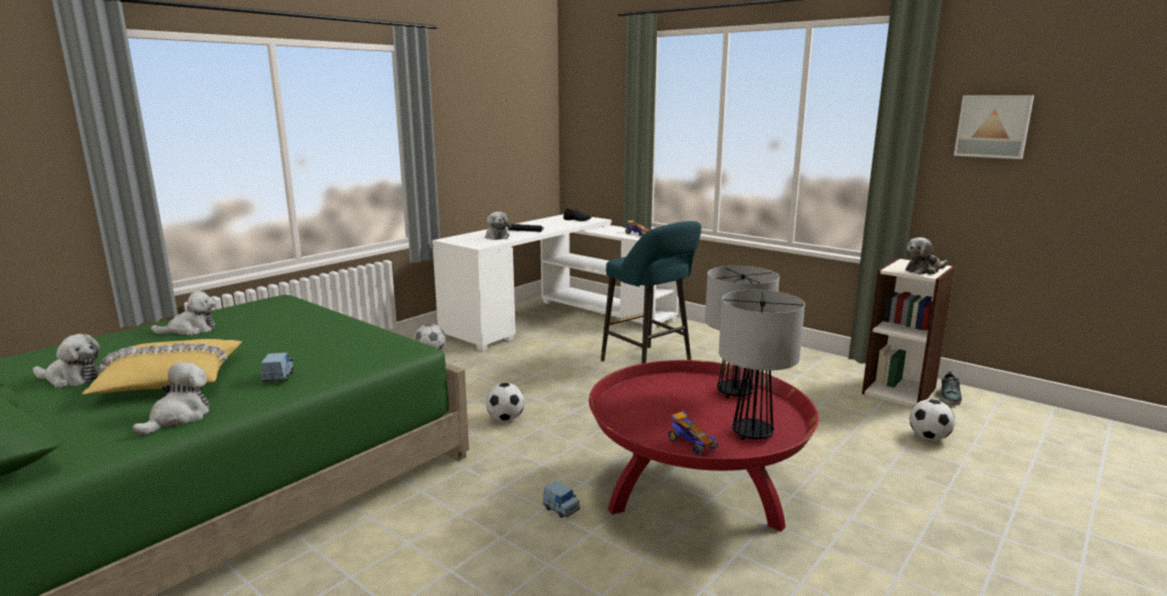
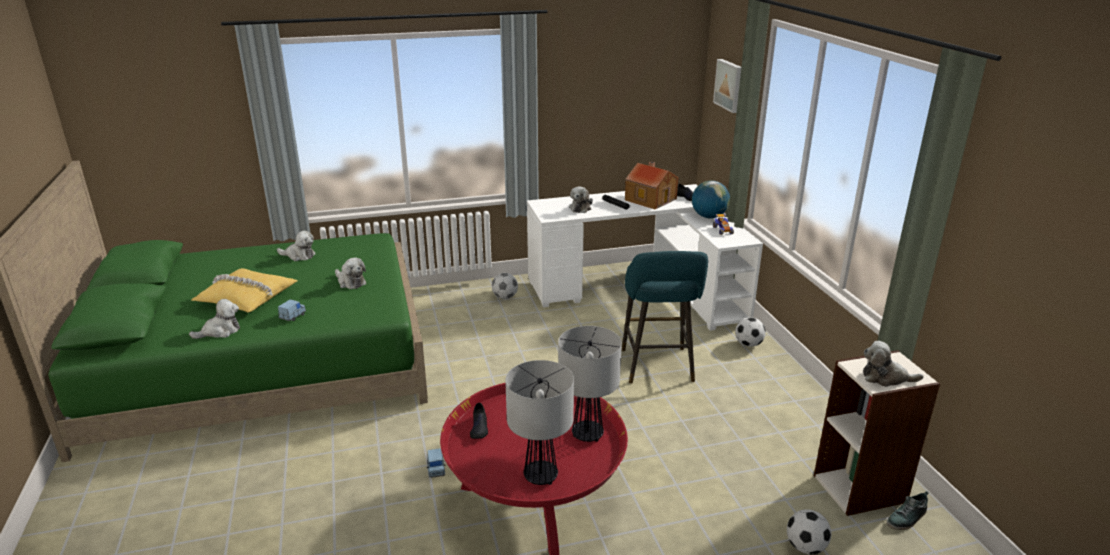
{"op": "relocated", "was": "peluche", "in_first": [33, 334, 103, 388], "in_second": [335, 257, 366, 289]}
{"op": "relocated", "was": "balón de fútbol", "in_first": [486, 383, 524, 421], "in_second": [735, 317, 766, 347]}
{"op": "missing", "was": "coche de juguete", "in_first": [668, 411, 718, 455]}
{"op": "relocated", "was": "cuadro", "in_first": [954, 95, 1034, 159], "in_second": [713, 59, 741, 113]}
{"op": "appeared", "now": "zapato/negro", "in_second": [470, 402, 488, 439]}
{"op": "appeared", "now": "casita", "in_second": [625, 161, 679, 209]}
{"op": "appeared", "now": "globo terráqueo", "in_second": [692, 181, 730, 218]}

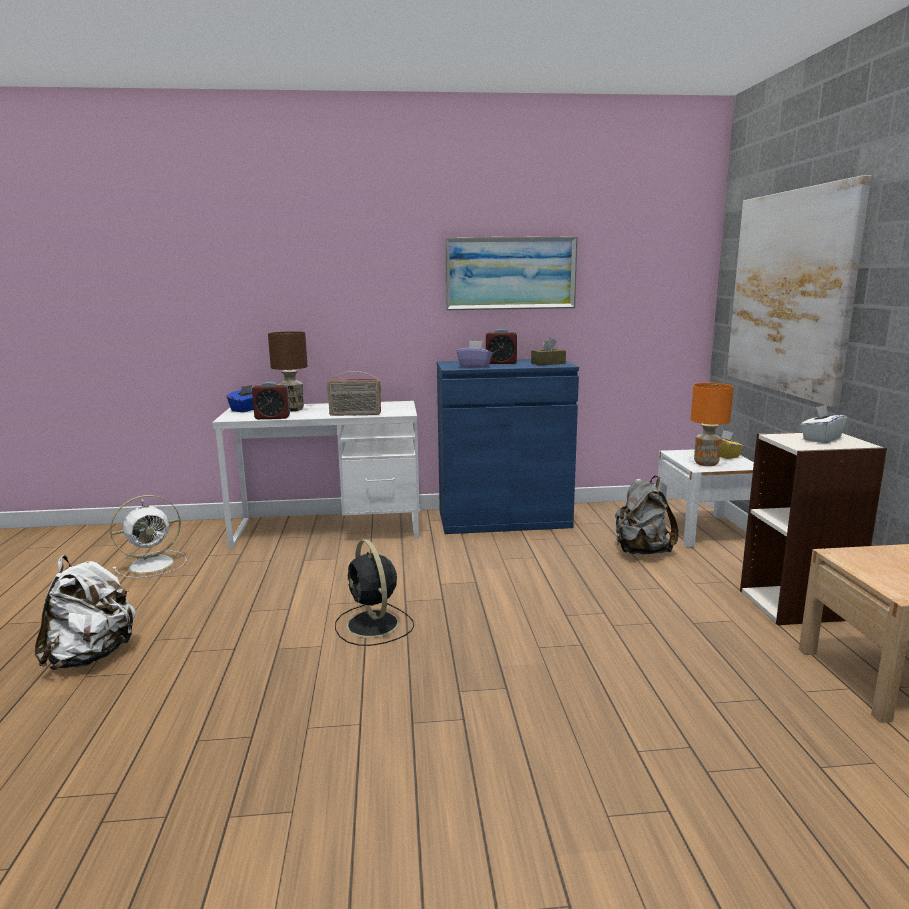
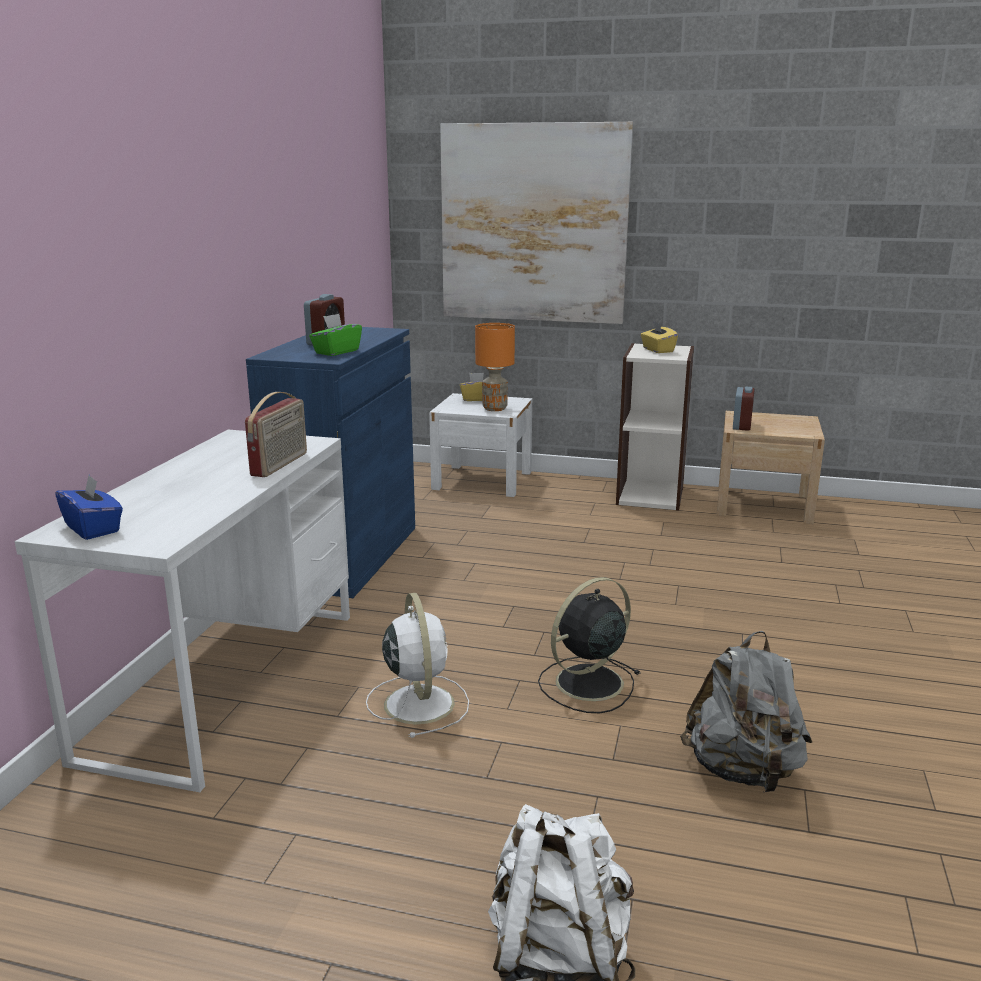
{"op": "relocated", "was": "ventilador/blanco", "in_first": [110, 495, 187, 578], "in_second": [366, 593, 469, 738]}
{"op": "relocated", "was": "despertador", "in_first": [252, 382, 290, 419], "in_second": [733, 387, 754, 431]}
{"op": "missing", "was": "lámpara de mesa/marrón", "in_first": [268, 331, 308, 411]}
{"op": "spun", "was": "ventilador/negro", "in_first": [335, 540, 414, 646], "in_second": [538, 577, 641, 713], "clockwise": 150}
{"op": "missing", "was": "cuadro", "in_first": [445, 236, 578, 310]}
{"op": "colour", "was": "caja de pañuelos/morado", "now": "caja de pañuelos/verde", "in_first": [457, 341, 493, 368], "in_second": [309, 314, 362, 356]}
{"op": "missing", "was": "caja de pañuelos/marrón", "in_first": [531, 337, 566, 365]}
{"op": "relocated", "was": "mochila/gris", "in_first": [615, 476, 678, 554], "in_second": [680, 631, 812, 793]}
{"op": "colour", "was": "caja de pañuelos/blanco", "now": "caja de pañuelos/amarillo", "in_first": [801, 405, 847, 444], "in_second": [641, 321, 678, 353]}

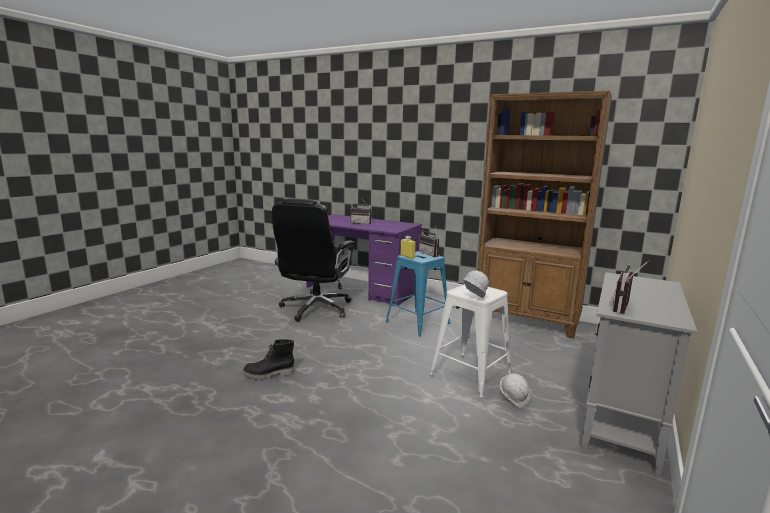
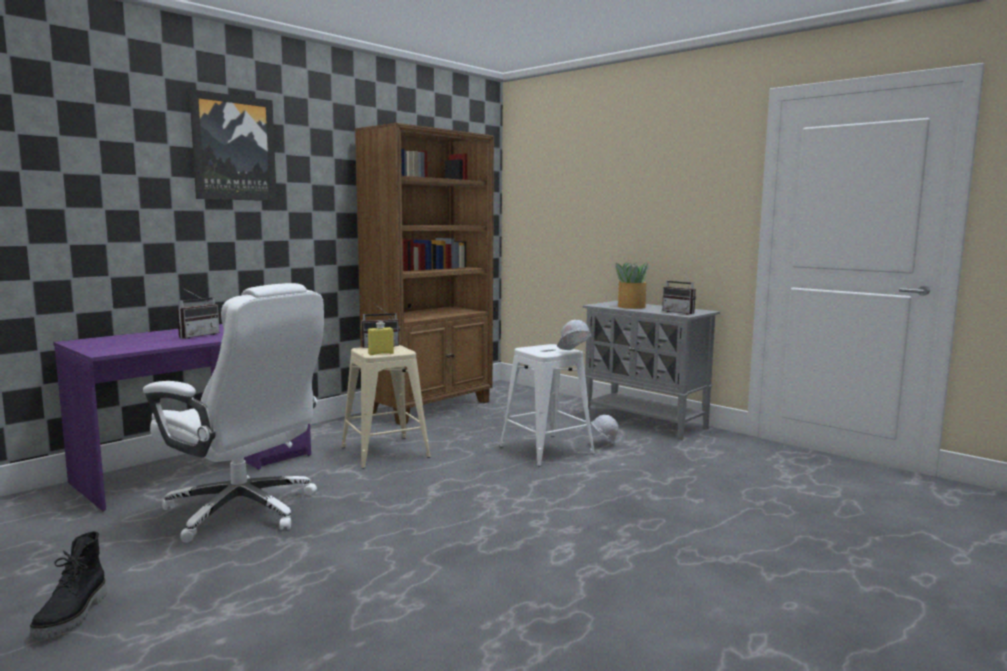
{"op": "relocated", "was": "bota/negro", "in_first": [242, 339, 294, 380], "in_second": [30, 531, 106, 639]}
{"op": "colour", "was": "silla de oficina/negro", "now": "silla de oficina/blanco", "in_first": [272, 199, 355, 322], "in_second": [143, 283, 324, 542]}
{"op": "colour", "was": "taburete/azul", "now": "taburete/beis", "in_first": [386, 251, 450, 336], "in_second": [341, 345, 431, 469]}
{"op": "appeared", "now": "cuadro", "in_second": [189, 89, 277, 201]}
{"op": "appeared", "now": "planta en maceta", "in_second": [615, 262, 648, 309]}

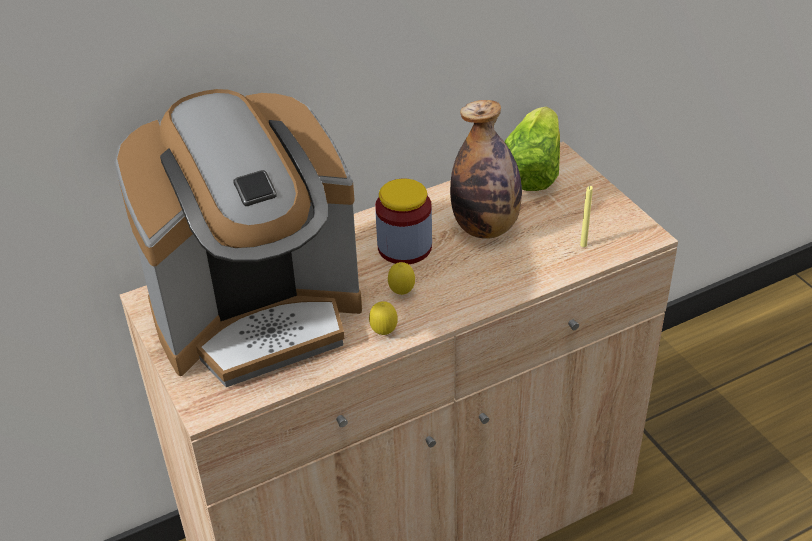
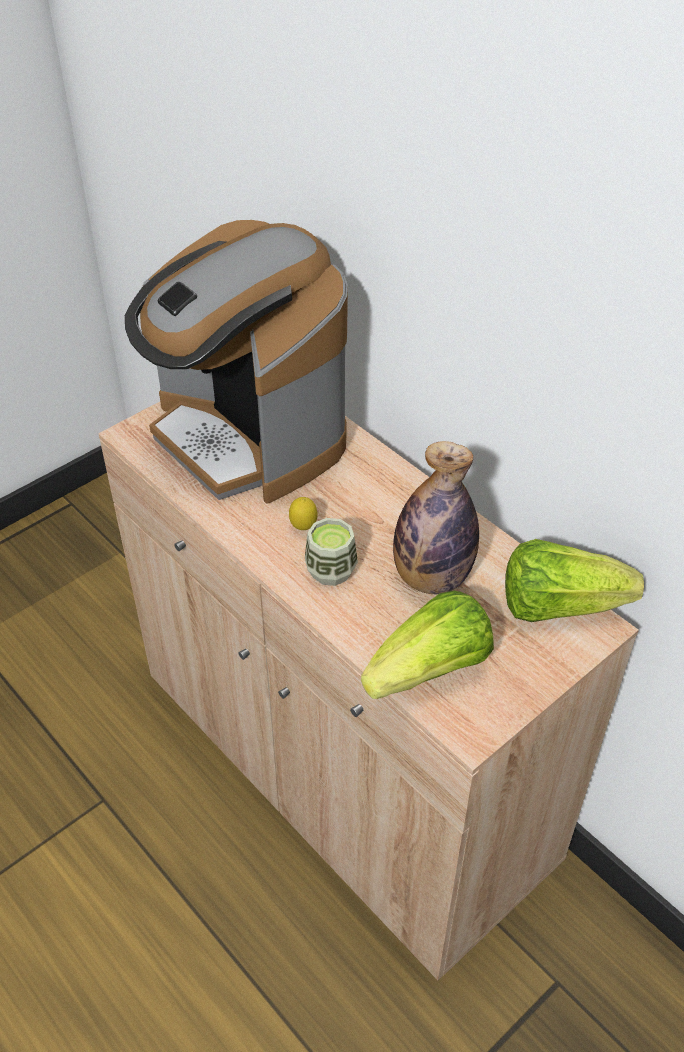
{"op": "missing", "was": "limón", "in_first": [369, 301, 398, 335]}
{"op": "missing", "was": "tarro", "in_first": [375, 178, 432, 264]}
{"op": "exchanged", "was": "vela/amarillo", "now": "lechuga", "in_first": [580, 186, 593, 247], "in_second": [361, 591, 494, 699]}
{"op": "appeared", "now": "taza", "in_second": [305, 518, 358, 586]}

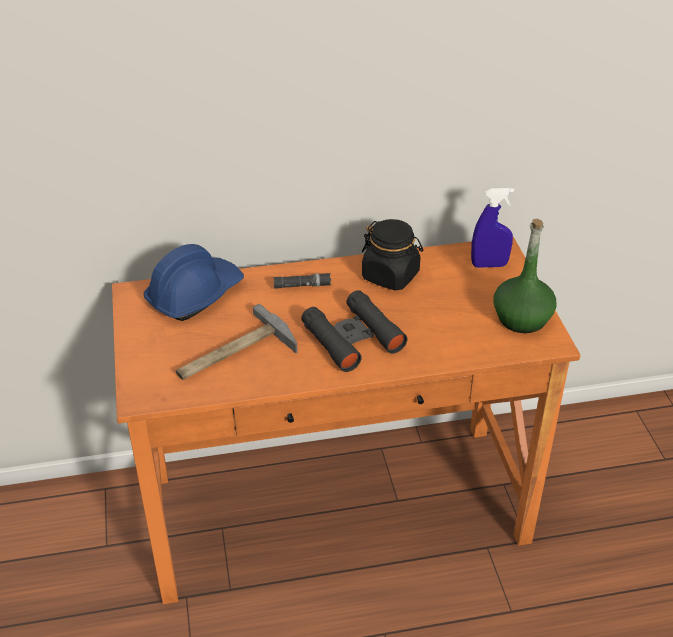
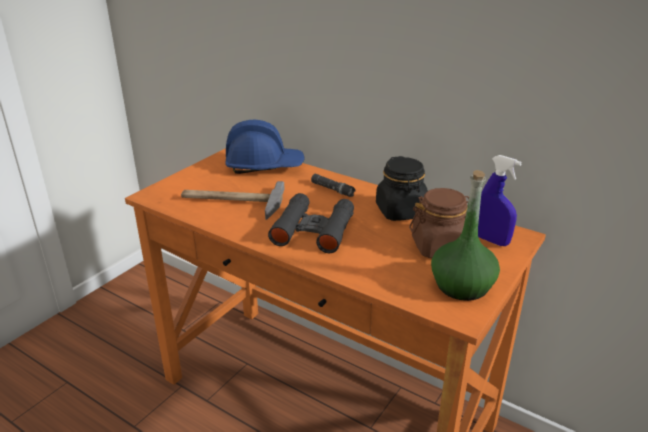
{"op": "appeared", "now": "tarro/marrón", "in_second": [409, 188, 469, 258]}

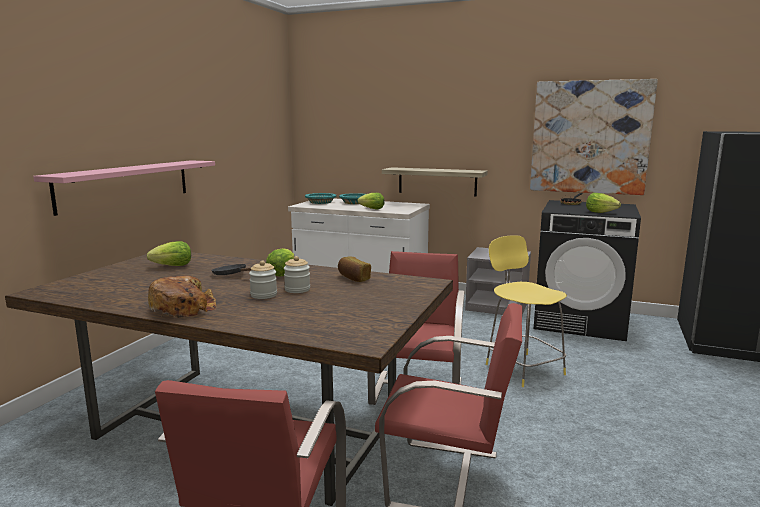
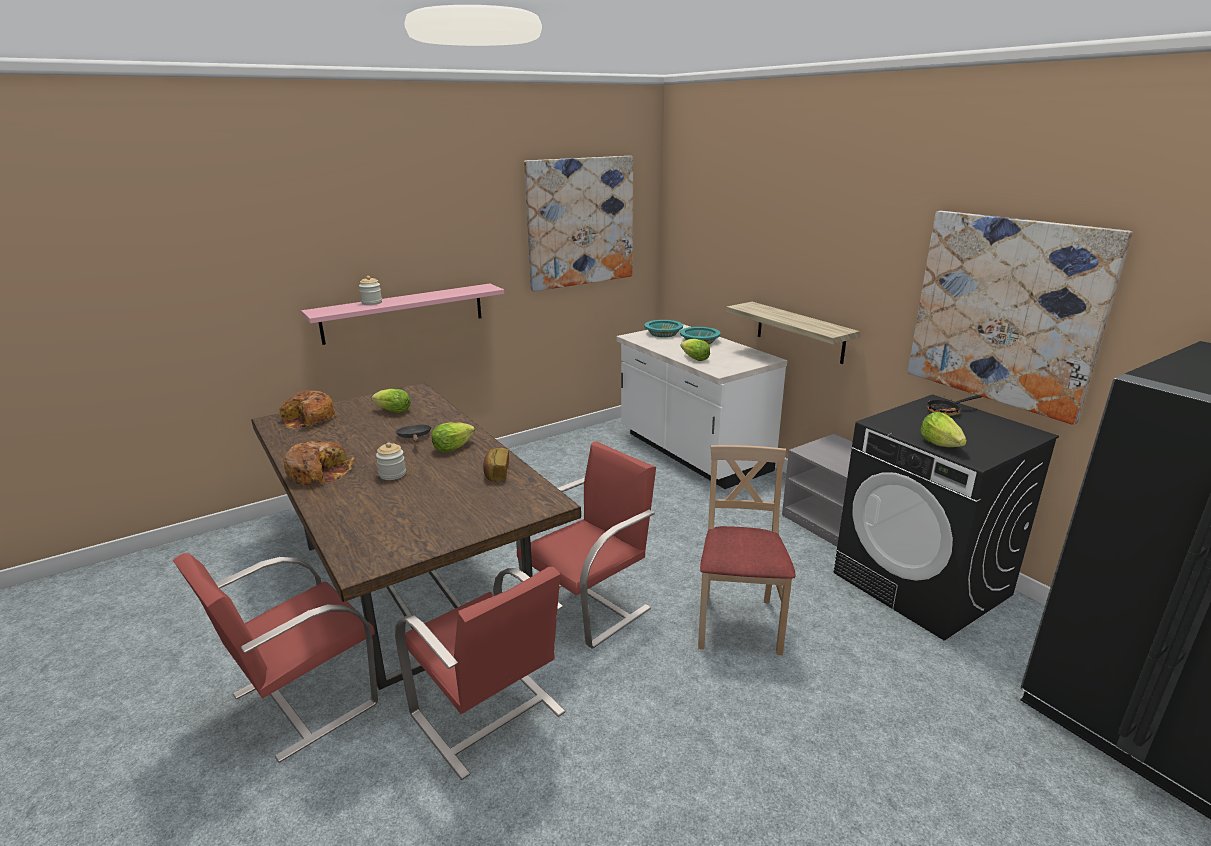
{"op": "relocated", "was": "tarro", "in_first": [284, 256, 310, 293], "in_second": [359, 276, 382, 305]}
{"op": "exchanged", "was": "taburete/amarillo", "now": "silla/beis", "in_first": [486, 235, 567, 387], "in_second": [698, 445, 795, 656]}
{"op": "appeared", "now": "pan", "in_second": [280, 391, 337, 429]}
{"op": "appeared", "now": "cuadro", "in_second": [524, 156, 633, 291]}

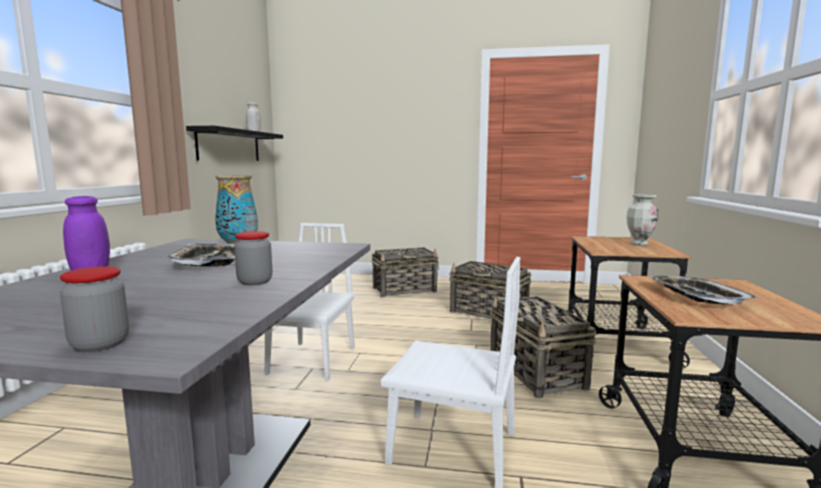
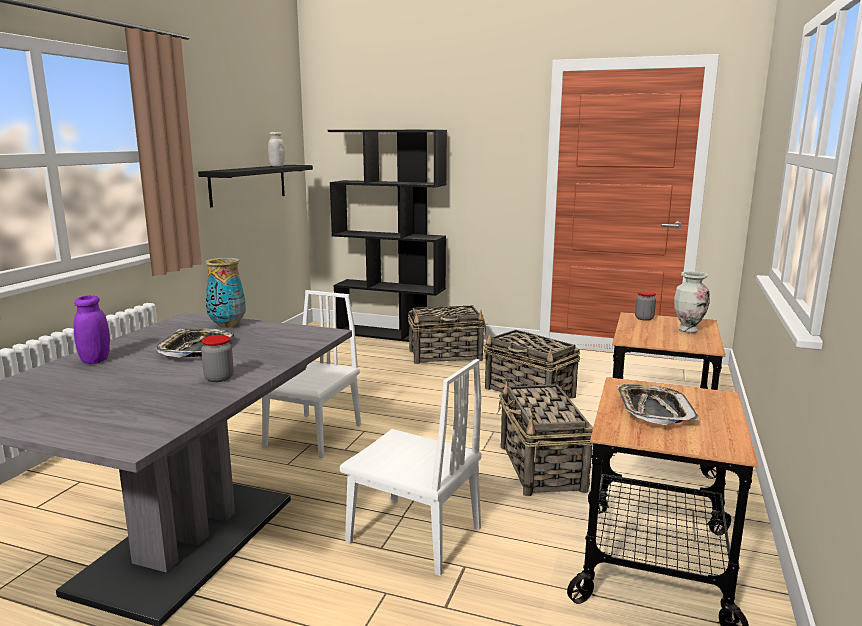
{"op": "relocated", "was": "tarro", "in_first": [60, 266, 129, 352], "in_second": [635, 291, 656, 321]}
{"op": "appeared", "now": "estantería/negro", "in_second": [328, 130, 447, 342]}

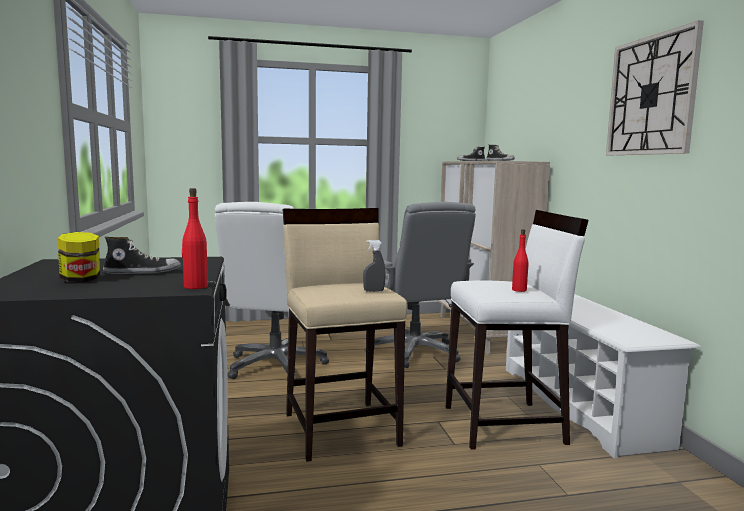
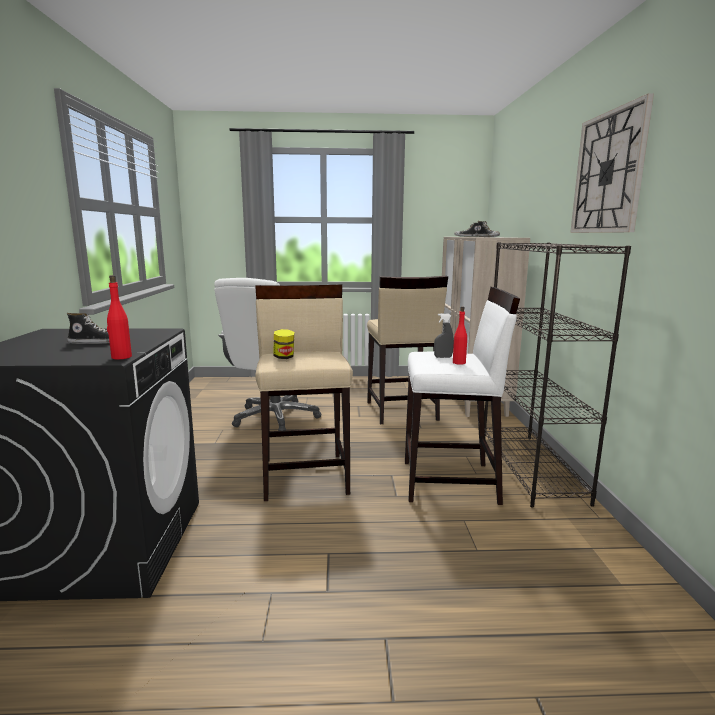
{"op": "relocated", "was": "tarro", "in_first": [57, 232, 100, 282], "in_second": [273, 329, 294, 359]}
{"op": "relocated", "was": "pulverizador/gris", "in_first": [363, 240, 386, 292], "in_second": [434, 313, 454, 358]}
{"op": "exchanged", "was": "silla de oficina/gris", "now": "taburete/beis", "in_first": [374, 202, 476, 368], "in_second": [367, 276, 448, 424]}
{"op": "exchanged", "was": "zapatero/blanco", "now": "estantería/negro", "in_first": [506, 294, 702, 459], "in_second": [484, 242, 631, 508]}

